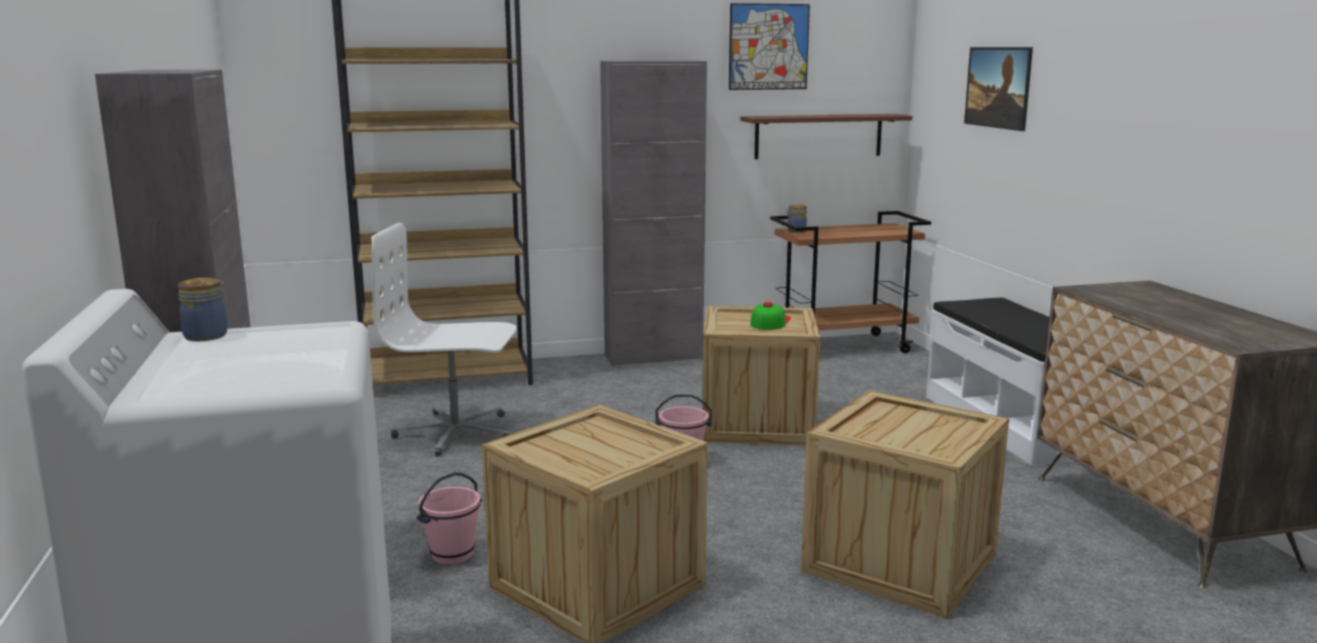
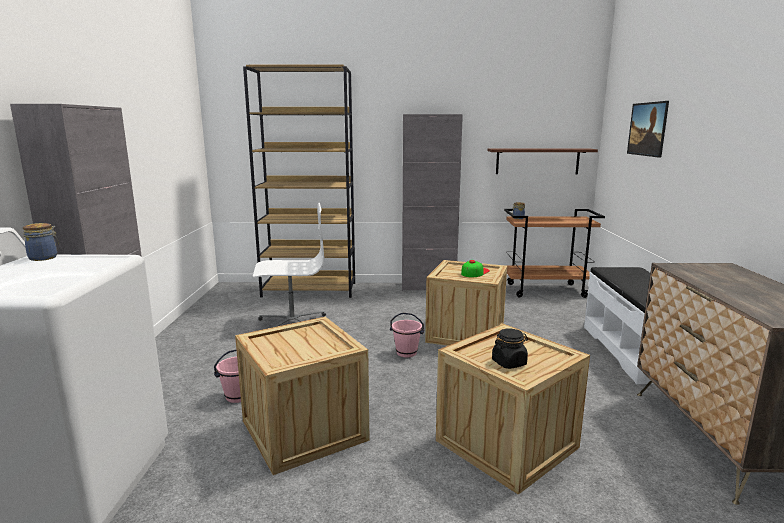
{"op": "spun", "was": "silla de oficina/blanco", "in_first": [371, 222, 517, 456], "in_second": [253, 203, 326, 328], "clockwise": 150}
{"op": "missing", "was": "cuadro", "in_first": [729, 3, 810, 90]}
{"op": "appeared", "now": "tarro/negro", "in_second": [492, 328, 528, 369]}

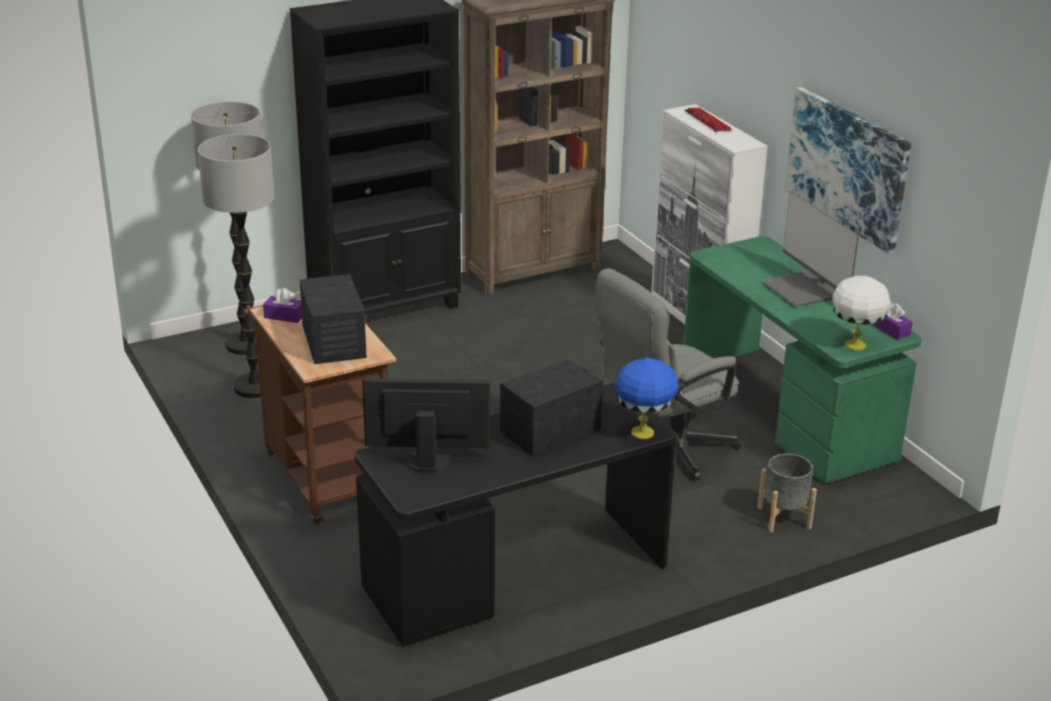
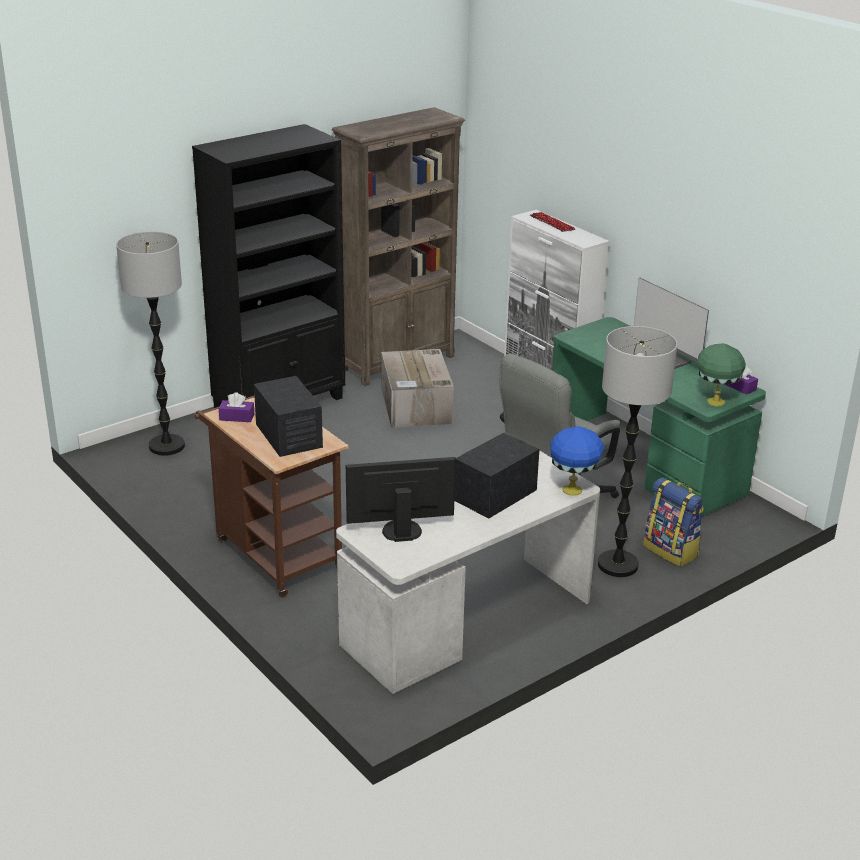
{"op": "relocated", "was": "lámpara de pie", "in_first": [198, 134, 274, 398], "in_second": [598, 326, 678, 577]}
{"op": "colour", "was": "escritorio/negro", "now": "escritorio/blanco", "in_first": [354, 383, 677, 647], "in_second": [336, 451, 600, 694]}
{"op": "exchanged", "was": "maceta/gris", "now": "mochila", "in_first": [758, 453, 817, 533], "in_second": [643, 478, 704, 567]}
{"op": "missing", "was": "cuadro", "in_first": [785, 87, 911, 254]}
{"op": "colour", "was": "lámpara de mesa/blanco", "now": "lámpara de mesa/verde", "in_first": [832, 276, 891, 351], "in_second": [698, 344, 746, 406]}
{"op": "appeared", "now": "caja de cartón", "in_second": [381, 349, 454, 428]}

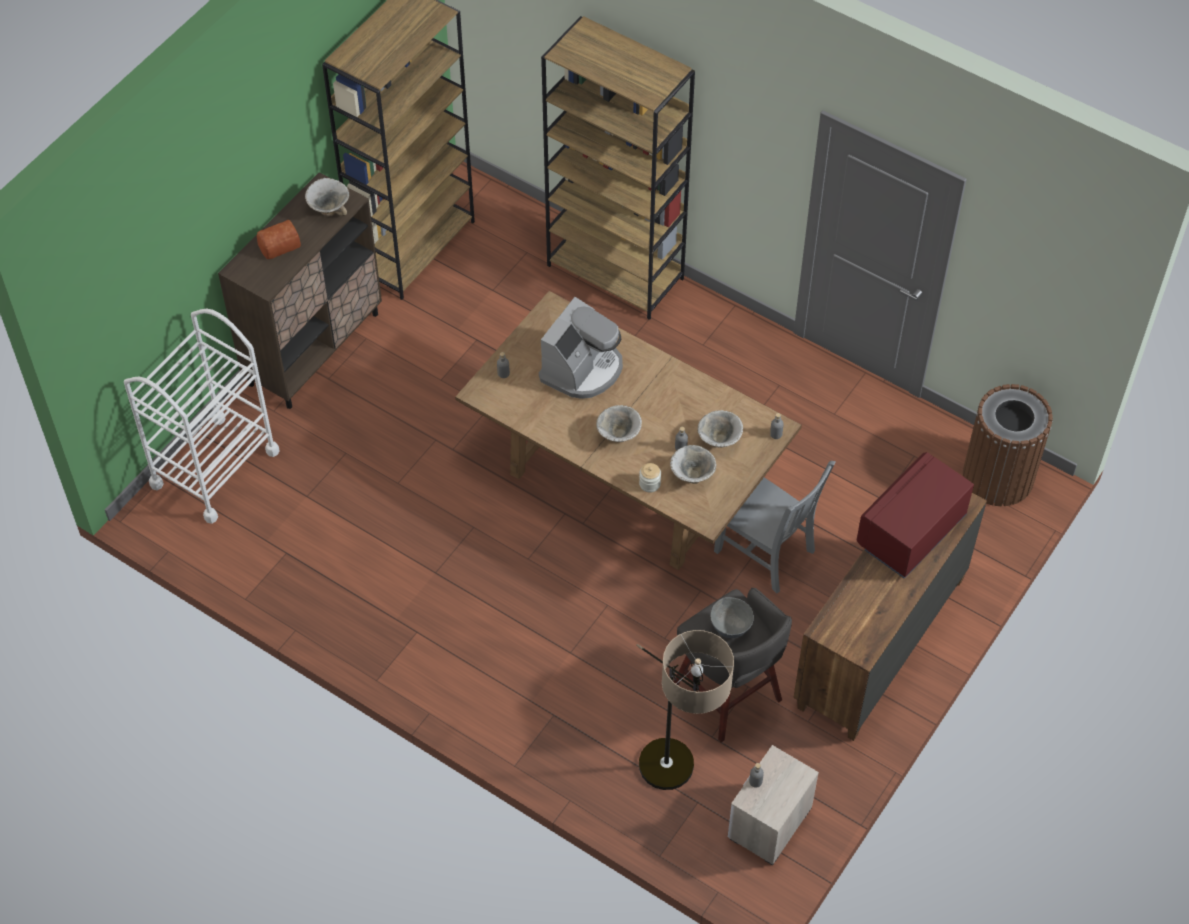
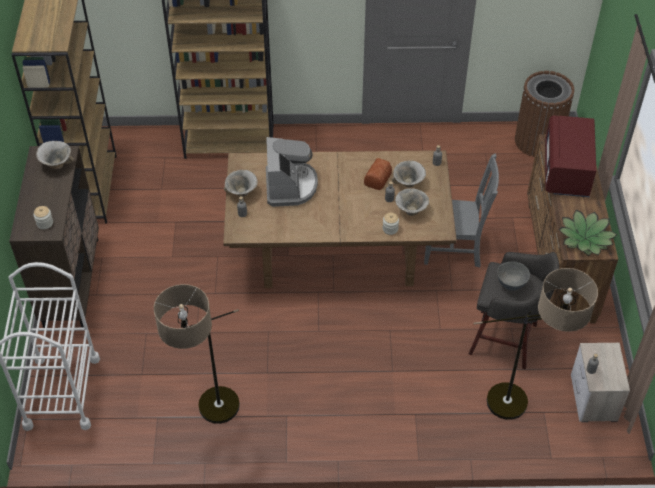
{"op": "relocated", "was": "pan", "in_first": [257, 220, 301, 259], "in_second": [364, 158, 392, 190]}
{"op": "relocated", "was": "cuenco", "in_first": [596, 405, 642, 442], "in_second": [224, 170, 258, 197]}
{"op": "appeared", "now": "tarro", "in_second": [33, 206, 53, 229]}
{"op": "appeared", "now": "lámpara de pie", "in_second": [154, 284, 240, 424]}
{"op": "appeared", "now": "planta en maceta", "in_second": [559, 210, 617, 256]}

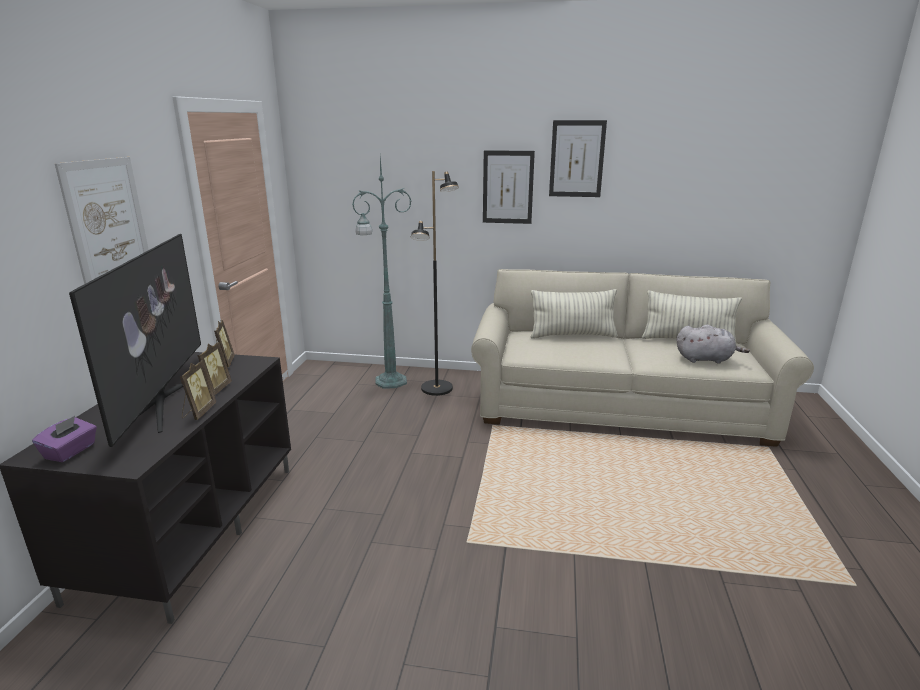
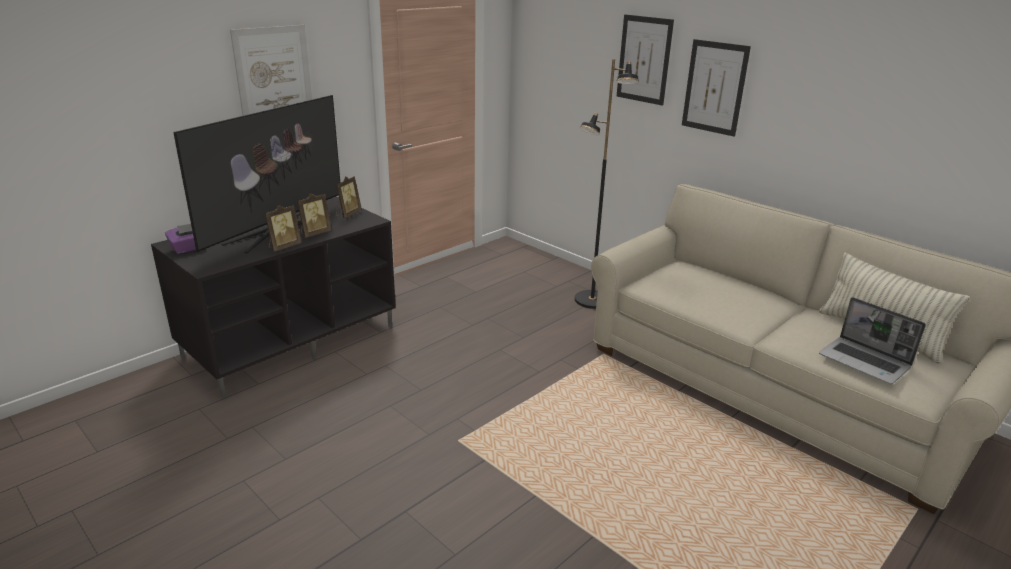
{"op": "missing", "was": "lámpara de pie/verde", "in_first": [352, 157, 411, 389]}
{"op": "missing", "was": "cojín", "in_first": [531, 289, 618, 339]}
{"op": "relocated", "was": "cuadro", "in_first": [549, 120, 607, 197], "in_second": [617, 14, 674, 106]}
{"op": "exchanged", "was": "peluche/gris", "now": "portátil", "in_first": [677, 325, 750, 364], "in_second": [819, 297, 926, 384]}

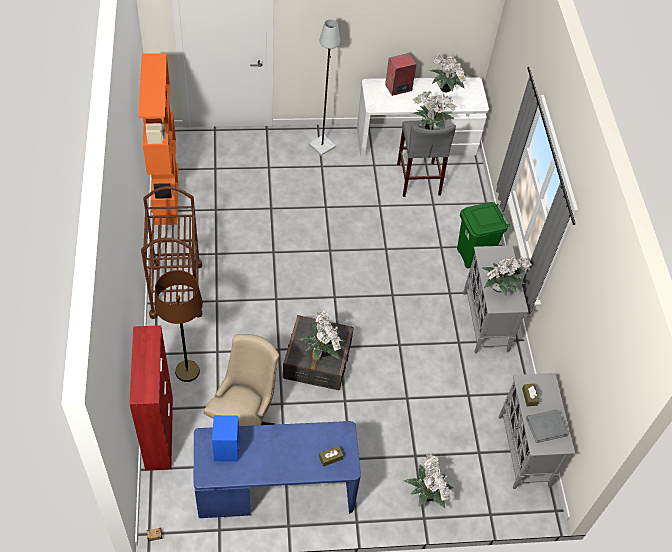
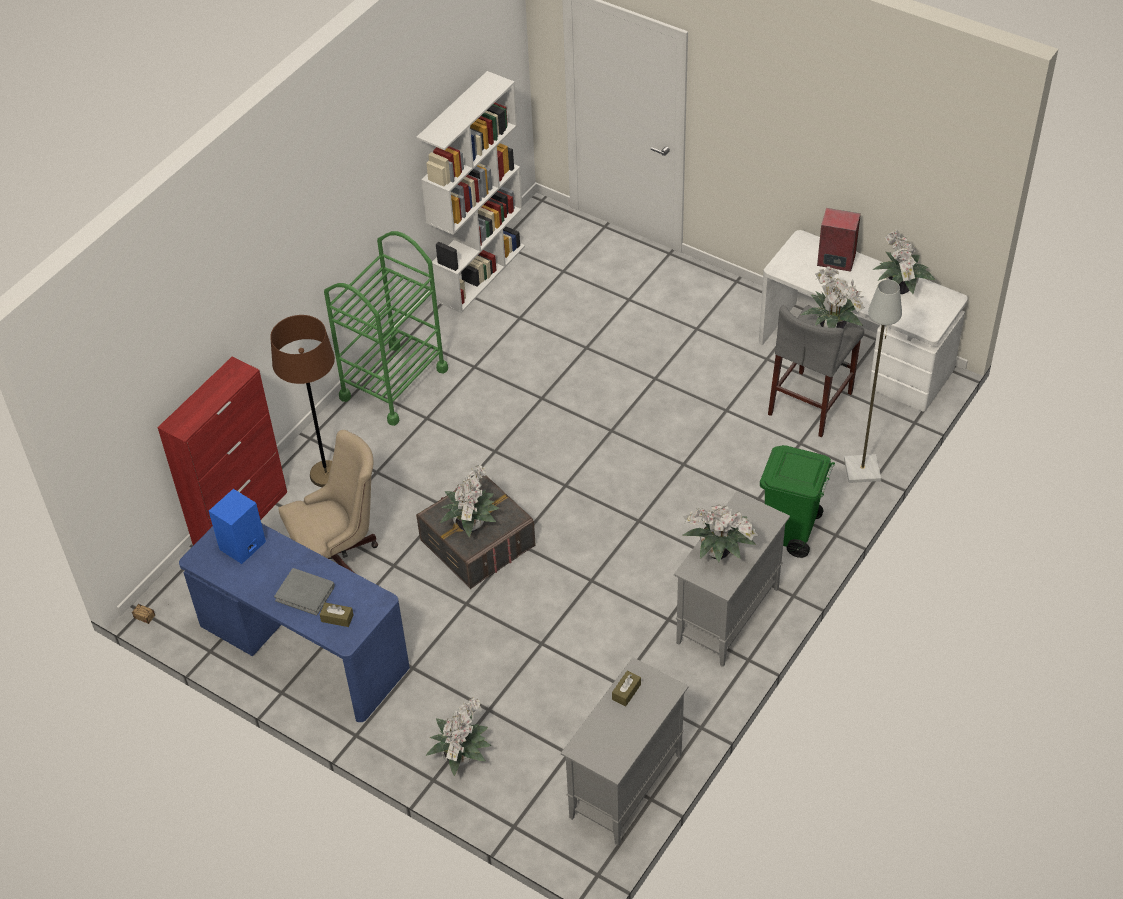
{"op": "colour", "was": "estantería/naranja", "now": "estantería/blanco", "in_first": [138, 53, 179, 225], "in_second": [416, 71, 525, 313]}
{"op": "colour", "was": "carrito/marrón", "now": "carrito/verde", "in_first": [141, 186, 202, 319], "in_second": [324, 231, 448, 426]}
{"op": "relocated", "was": "lámpara de pie/gris", "in_first": [309, 19, 340, 156], "in_second": [844, 279, 902, 483]}
{"op": "relocated", "was": "libro/gris", "in_first": [526, 409, 569, 443], "in_second": [274, 568, 335, 616]}

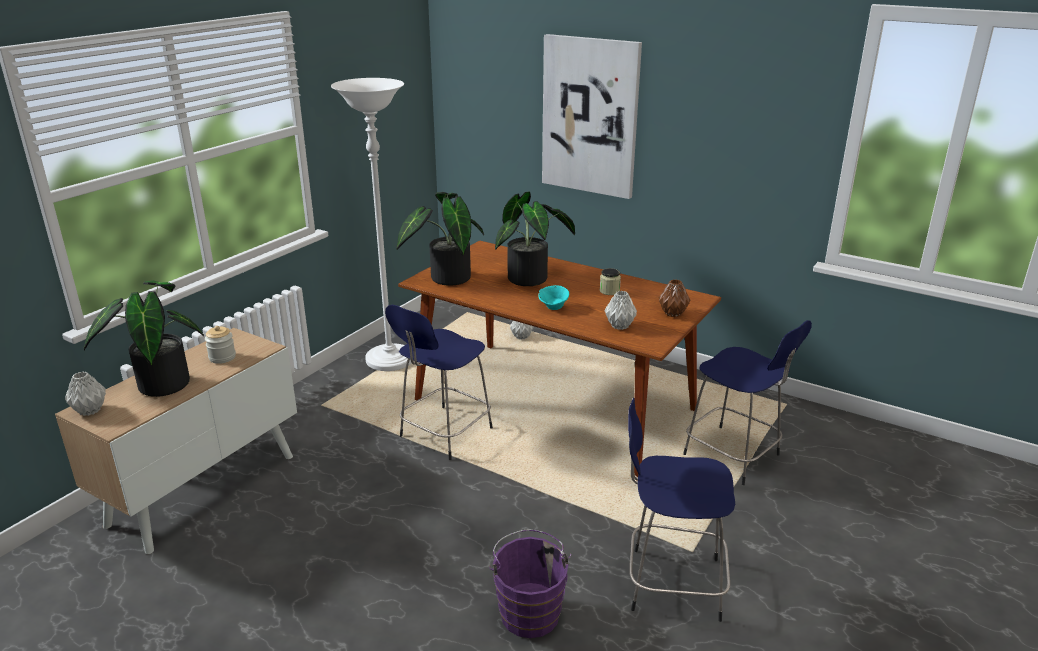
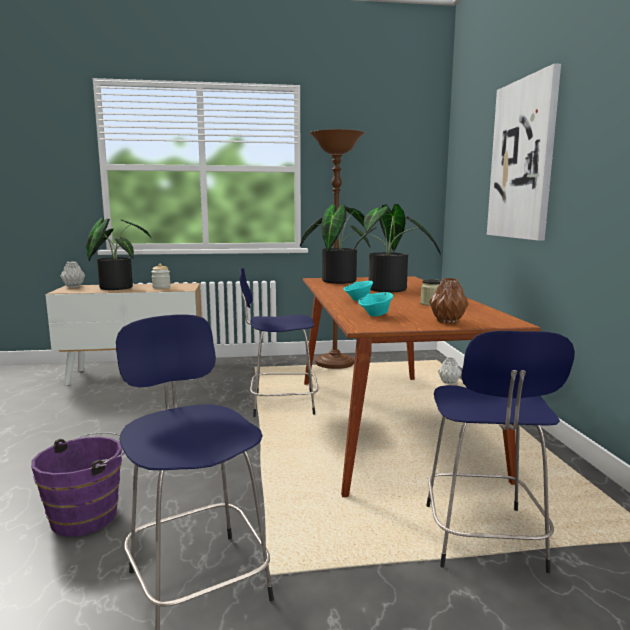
{"op": "colour", "was": "lámpara de pie/blanco", "now": "lámpara de pie/marrón", "in_first": [331, 78, 411, 371], "in_second": [310, 129, 365, 369]}
{"op": "exchanged", "was": "florero/gris", "now": "cuenco/turquesa", "in_first": [604, 291, 637, 330], "in_second": [358, 292, 393, 316]}

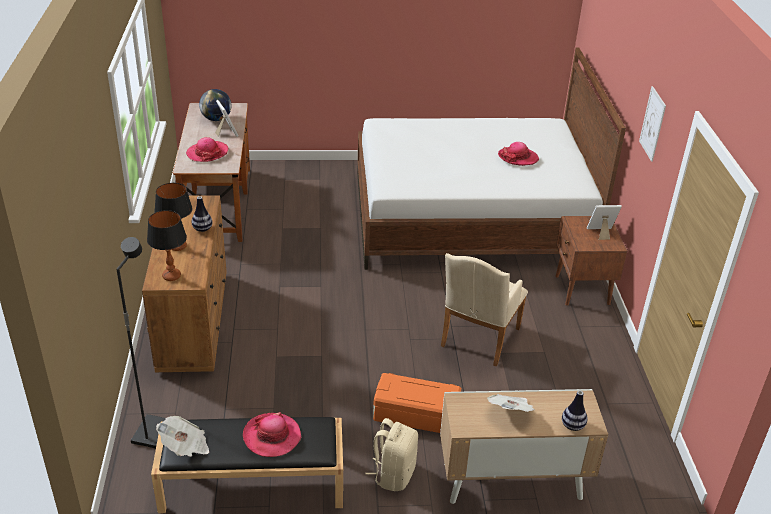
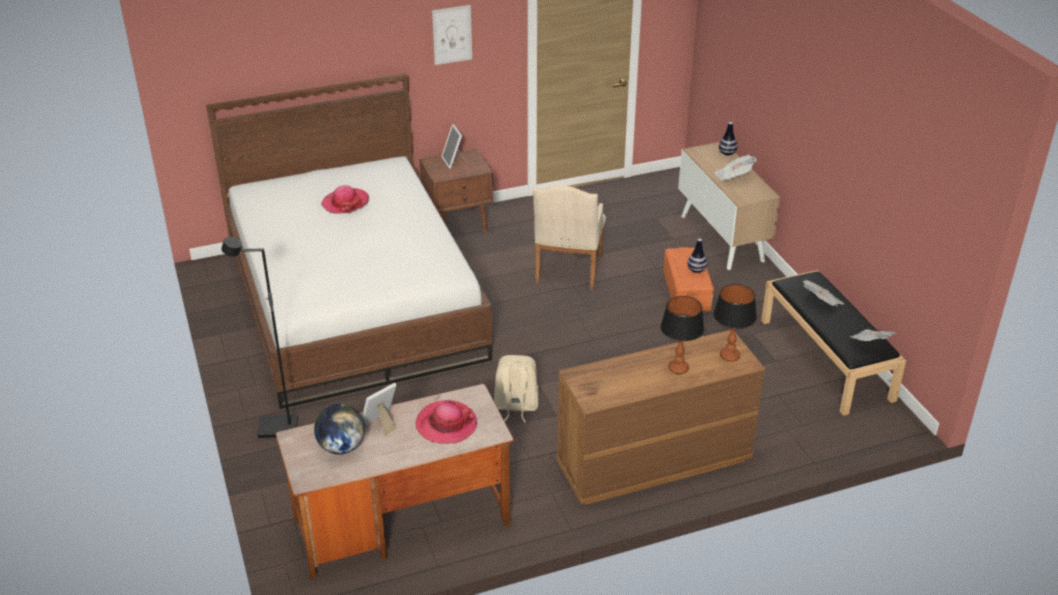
{"op": "relocated", "was": "lámpara de pie/negro", "in_first": [116, 237, 166, 449], "in_second": [221, 237, 298, 439]}
{"op": "relocated", "was": "florero", "in_first": [192, 196, 212, 232], "in_second": [687, 239, 707, 273]}
{"op": "exchanged", "was": "sombrero", "now": "periódico", "in_first": [243, 412, 301, 457], "in_second": [803, 280, 844, 306]}
{"op": "relocated", "was": "mochila/beis", "in_first": [365, 418, 418, 491], "in_second": [494, 355, 539, 423]}
{"op": "spun", "was": "sillón/beis", "in_first": [441, 253, 528, 367], "in_second": [533, 185, 606, 291], "clockwise": 90}

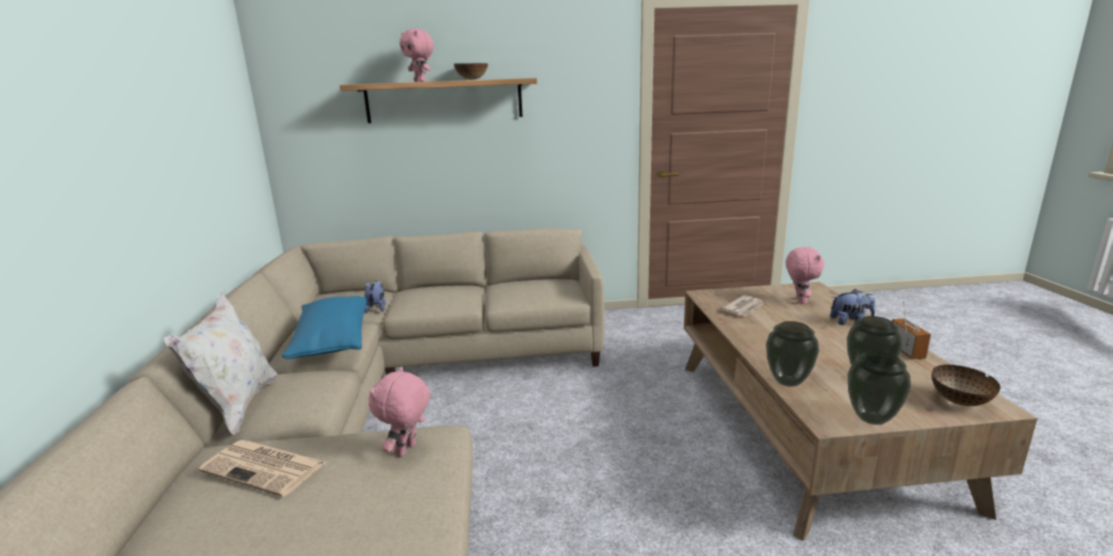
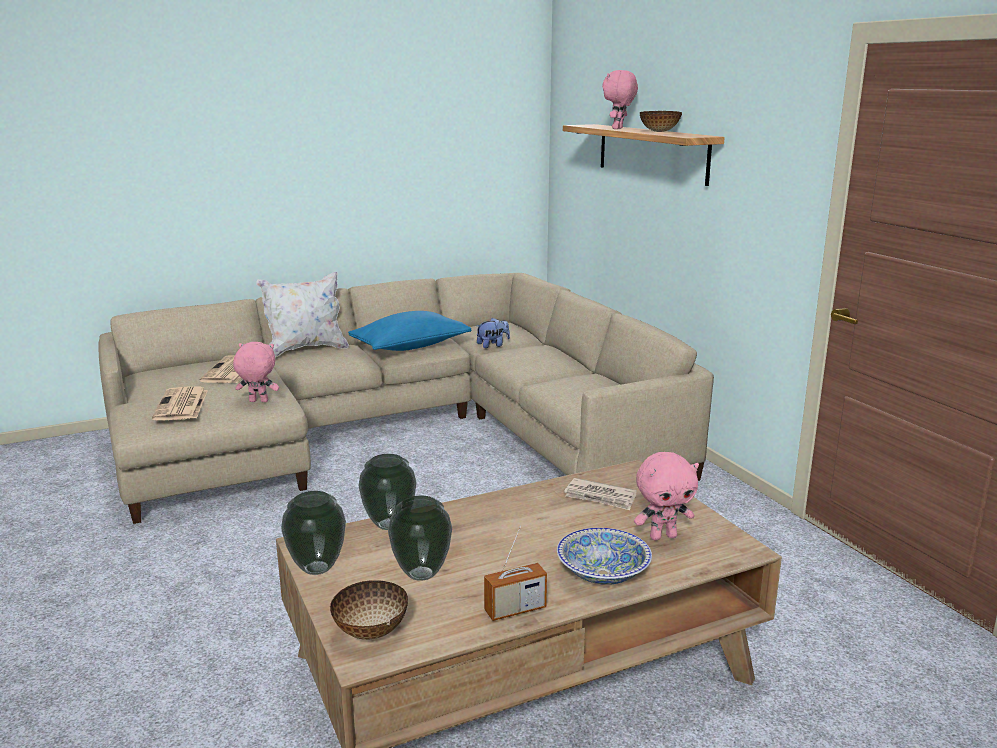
{"op": "exchanged", "was": "peluche", "now": "cuenco", "in_first": [830, 289, 876, 325], "in_second": [557, 528, 652, 585]}
{"op": "appeared", "now": "periódico", "in_second": [152, 387, 208, 421]}

